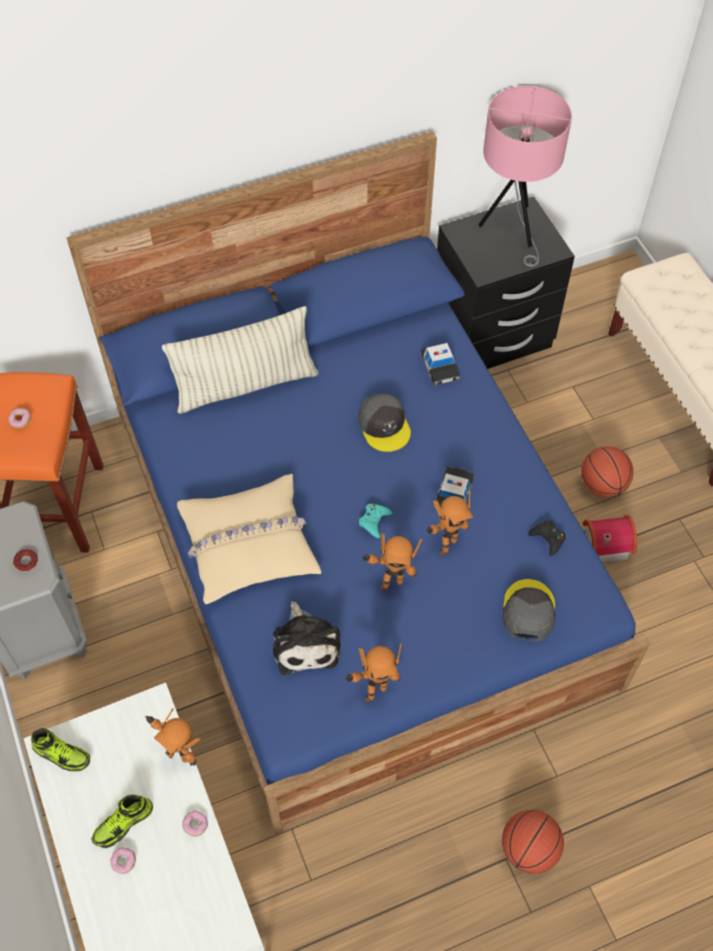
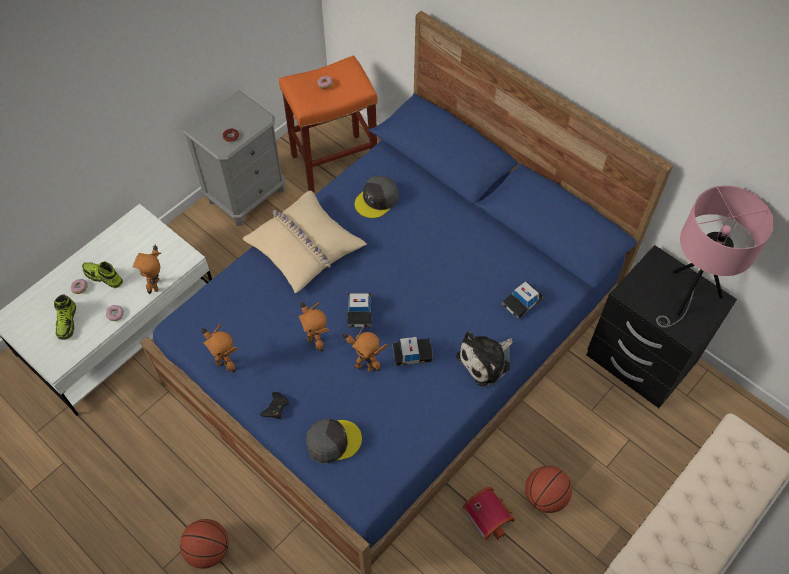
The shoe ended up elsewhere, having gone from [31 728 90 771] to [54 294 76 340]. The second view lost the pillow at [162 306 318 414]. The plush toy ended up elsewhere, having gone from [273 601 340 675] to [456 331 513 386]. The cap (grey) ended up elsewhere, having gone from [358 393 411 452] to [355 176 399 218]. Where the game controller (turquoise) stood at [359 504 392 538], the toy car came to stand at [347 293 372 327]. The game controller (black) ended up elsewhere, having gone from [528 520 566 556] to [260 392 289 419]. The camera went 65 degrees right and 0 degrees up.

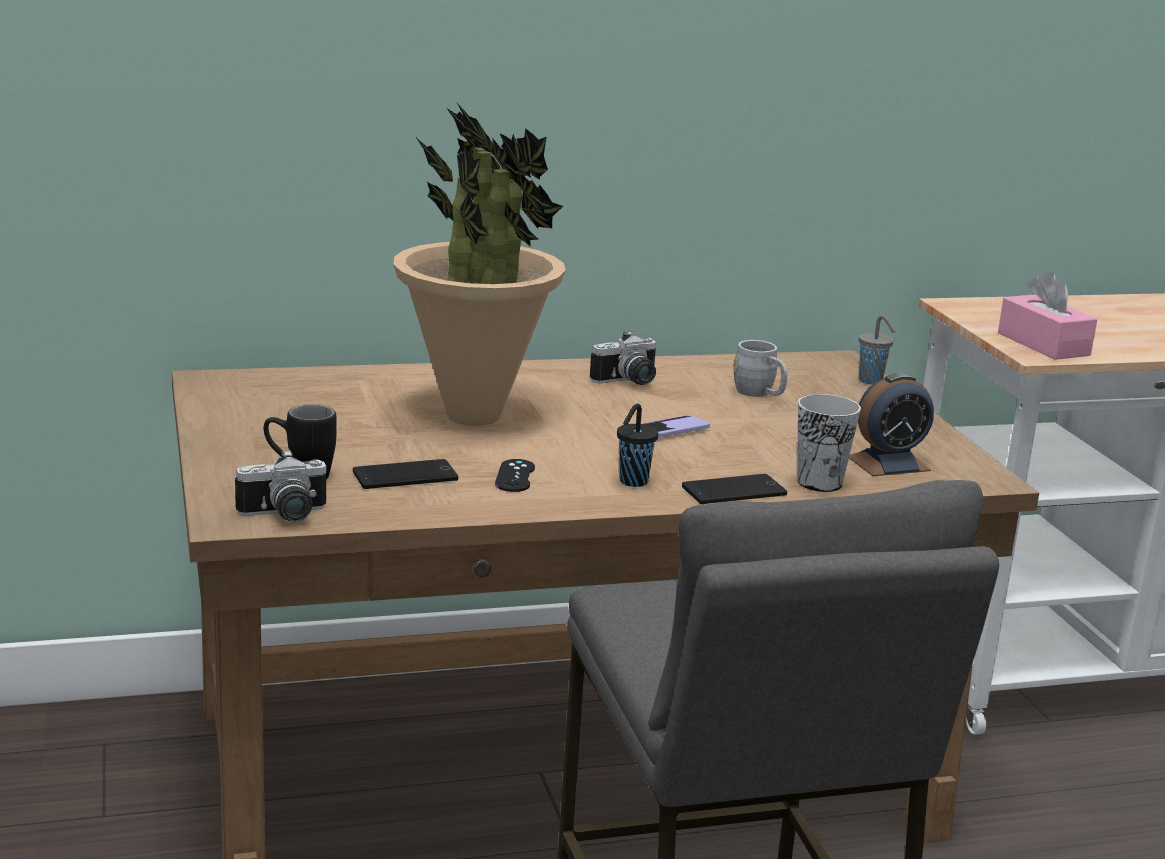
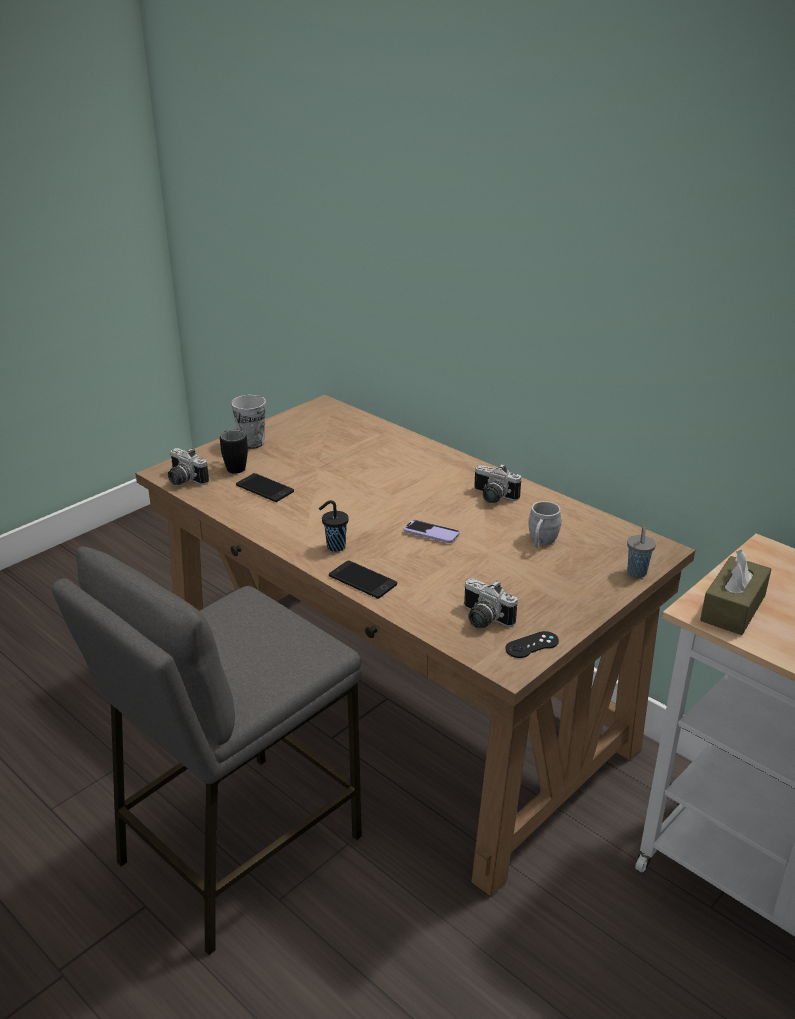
The second view lost the potted plant at [393 103 566 426]. The game controller (black) ended up elsewhere, having gone from [495 459 535 492] to [506 631 559 658]. The cup ended up elsewhere, having gone from [797 394 861 492] to [231 395 266 449]. Where the alarm clock stood at [849 373 934 476], the photo camera came to stand at [464 578 518 628]. What was the tissue box (pink) at [998 272 1097 360] turned into the tissue box (brown) at [700 550 771 635]. The camera went 60 degrees right and 10 degrees up.

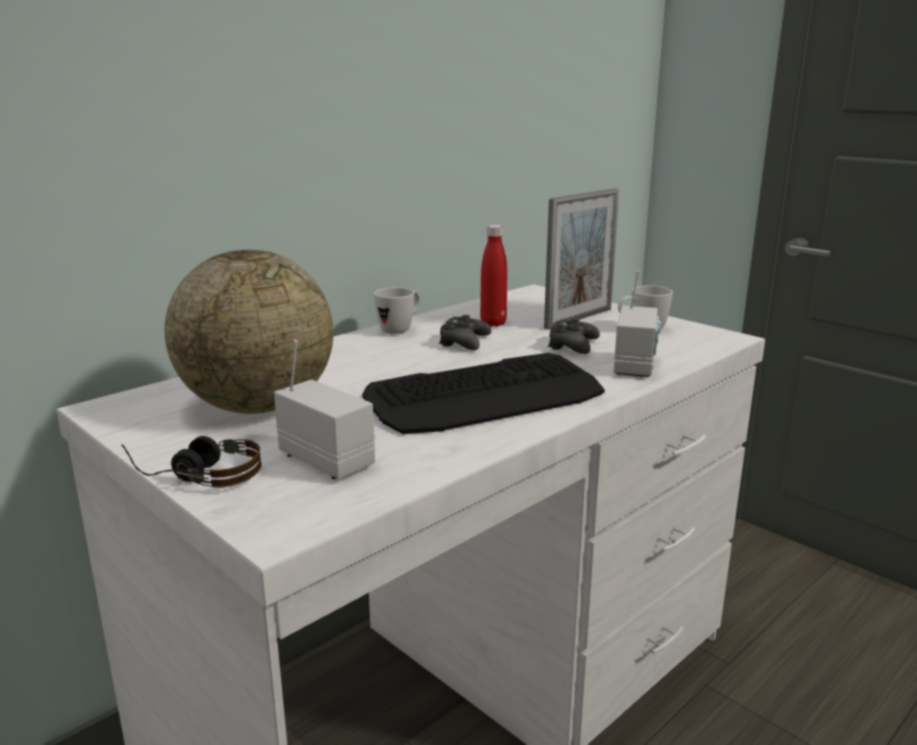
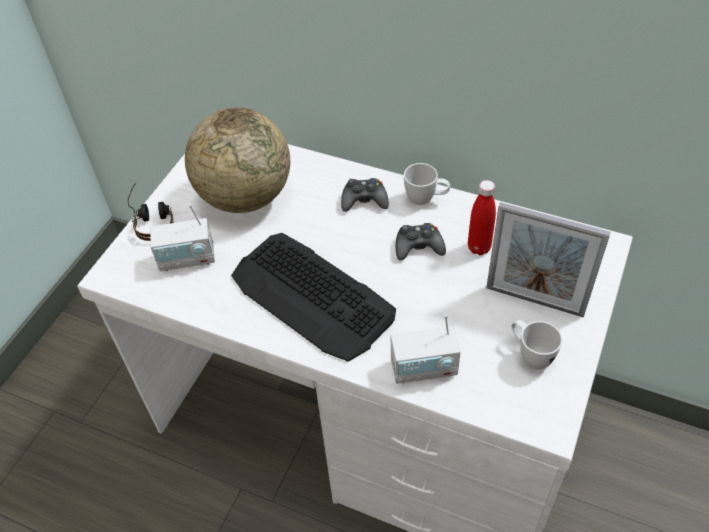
The radio at [274 340 375 479] ended up facing another way, 60 degrees clockwise from before. The game controller (black) ended up elsewhere, having gone from [548 318 600 354] to [341 178 389 212]. The camera went 70 degrees right and 30 degrees up.

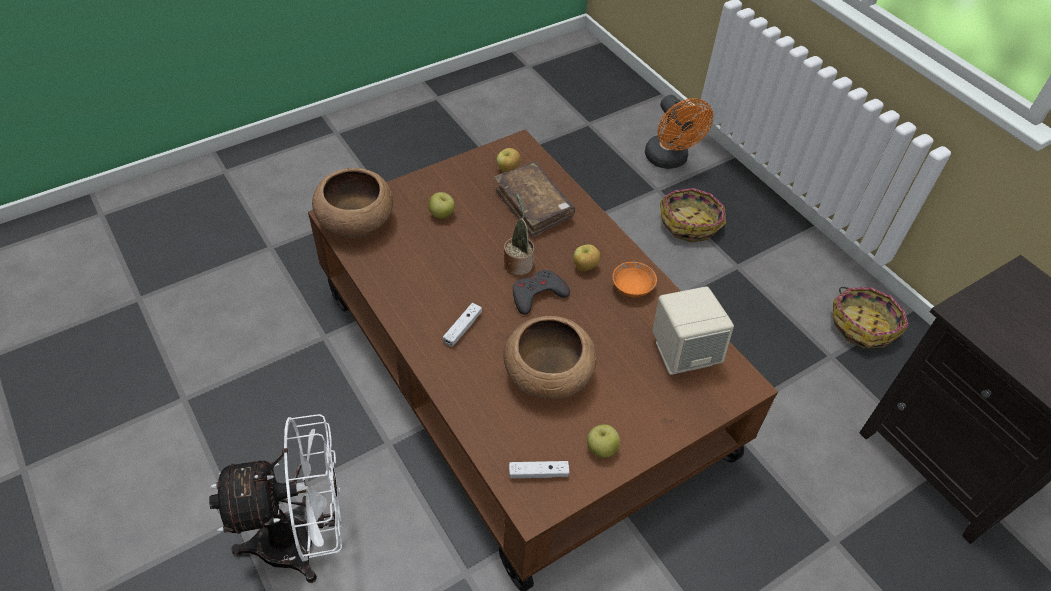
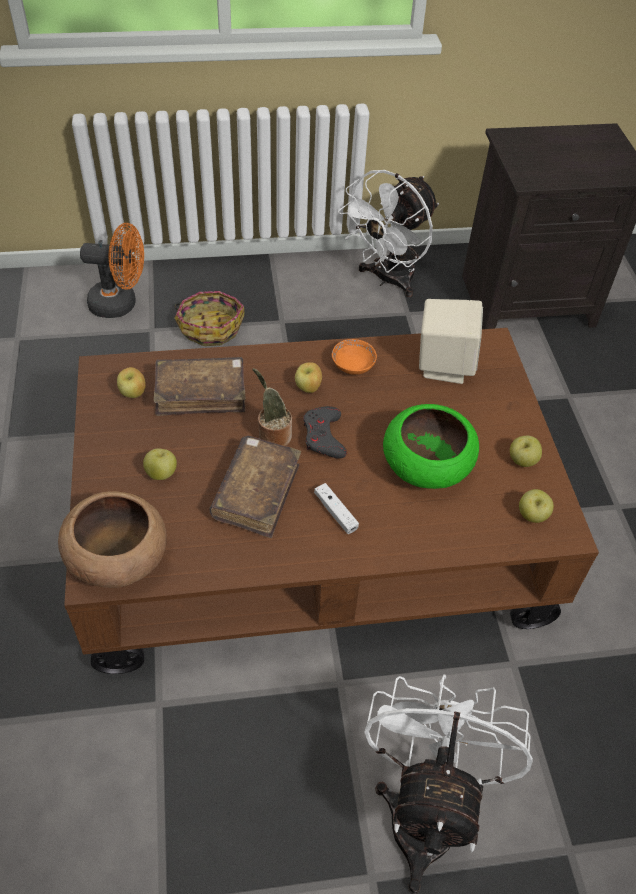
What was the bowl (brown) at [503 316 597 399] turned into the bowl (green) at [383 404 479 489]. Where the game controller (white) stood at [509 461 569 478], the apple came to stand at [519 489 554 523]. Where the basket stood at [833 287 909 348], the fan (white) came to stand at [338 170 439 297]. The second view gained the book (brown) at [209 436 301 538]. The camera went 65 degrees left and 0 degrees up.

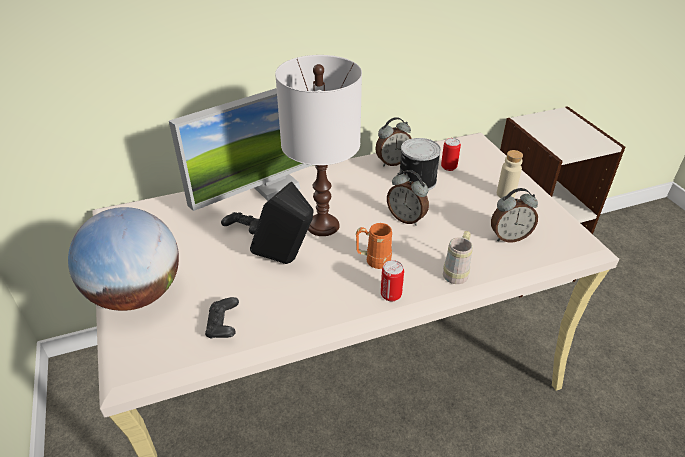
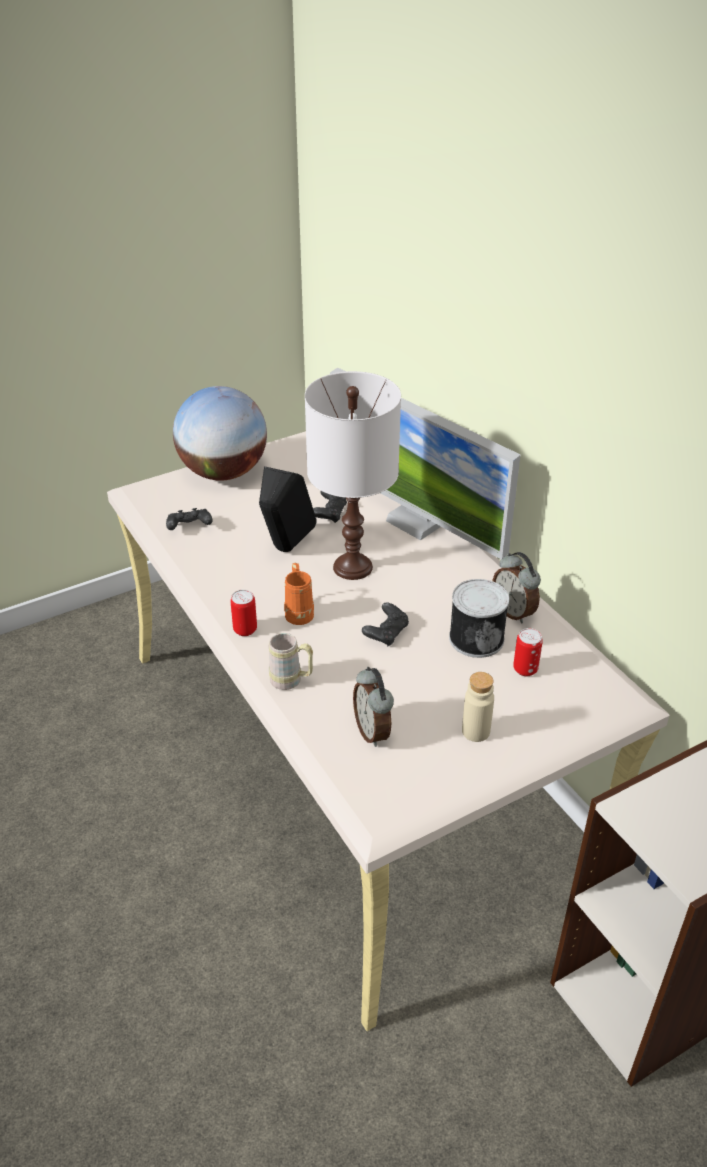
Where the alarm clock stood at [387 170 429 226], the game controller (black) came to stand at [362 602 409 646]. The camera went 80 degrees right and 0 degrees up.

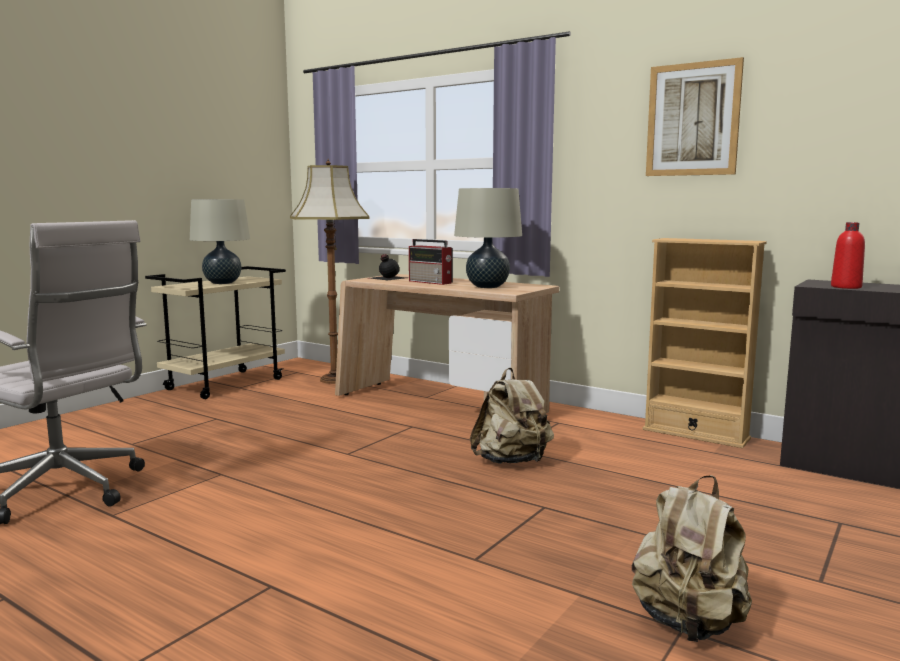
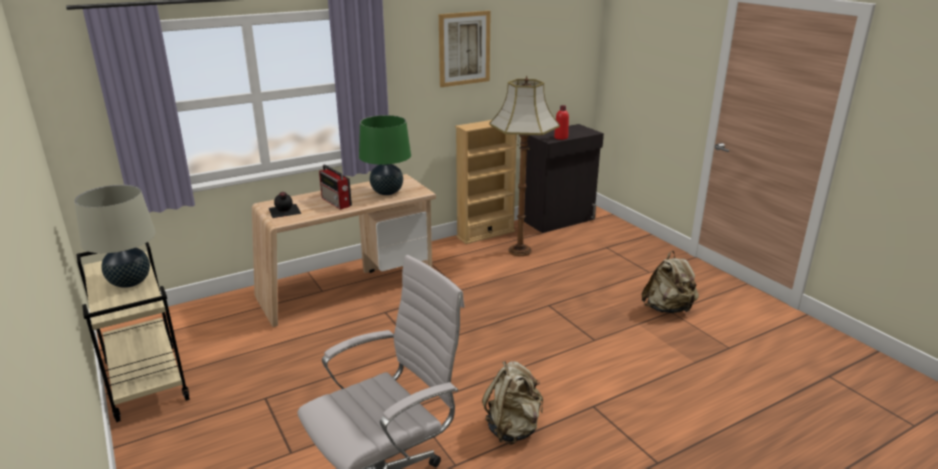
The floor lamp ended up elsewhere, having gone from [290 159 370 384] to [489 76 560 256]. The radio at [409 239 453 285] ended up facing another way, 75 degrees clockwise from before. What was the table lamp (beige) at [454 188 522 288] turned into the table lamp (green) at [359 115 411 195]. The backpack (beige) ended up elsewhere, having gone from [470 368 554 464] to [482 361 543 445]. The camera went 65 degrees left and 15 degrees up.

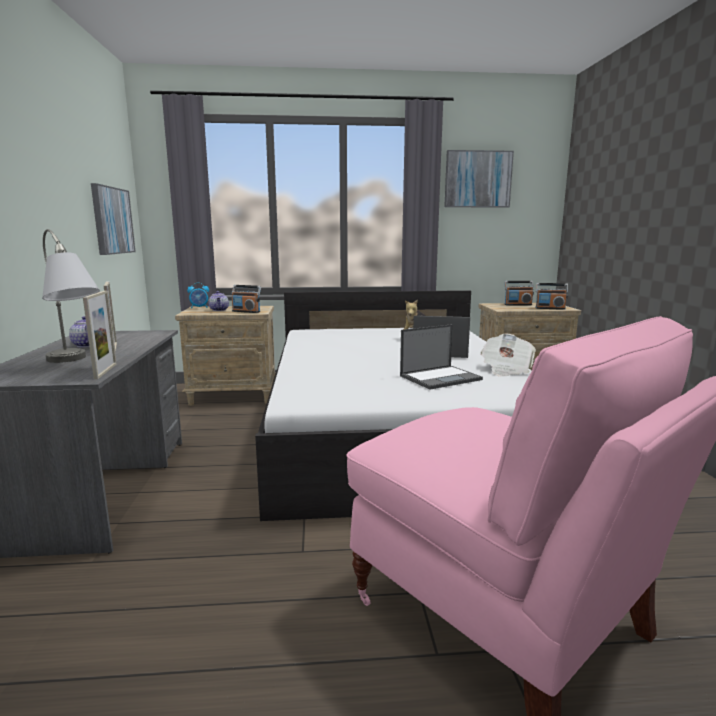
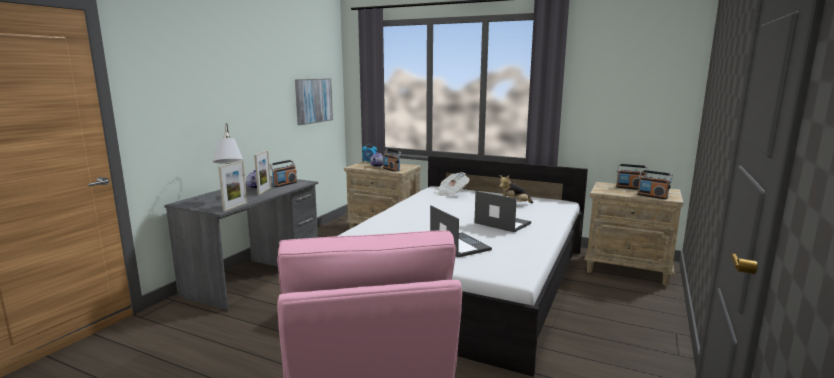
The laptop at [400 324 483 389] ended up facing another way, 120 degrees counterclockwise from before. The second view lost the picture at [444 150 514 208]. The newspaper ended up elsewhere, having gone from [481 334 536 377] to [436 172 470 196]. The second view gained the radio at [269 160 297 187]. The camera went 30 degrees right and 0 degrees up.

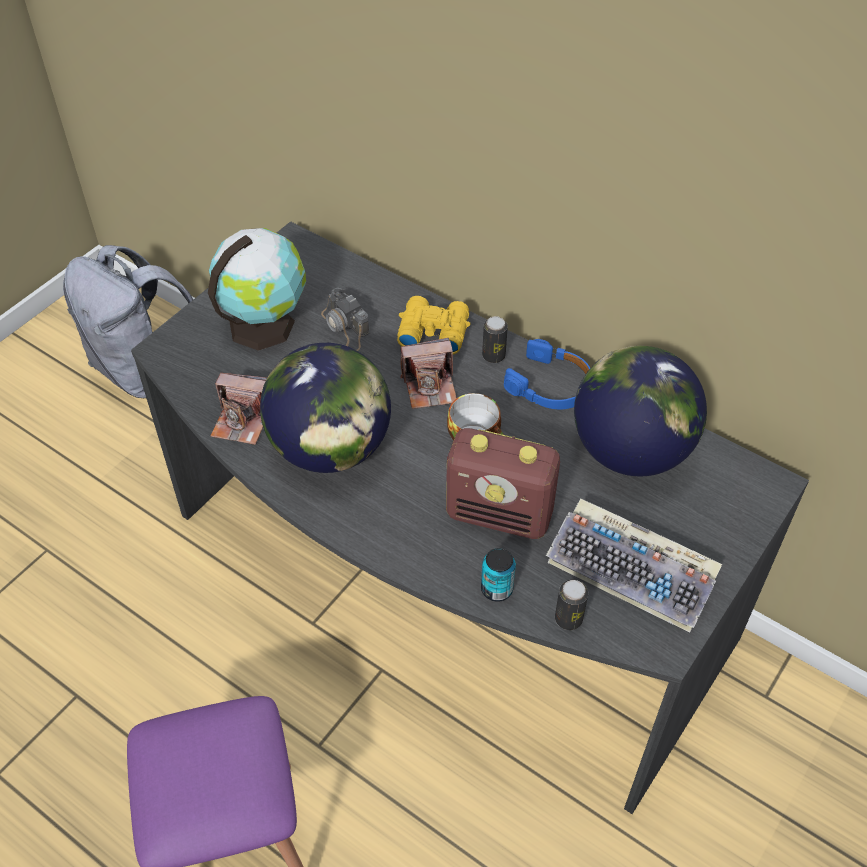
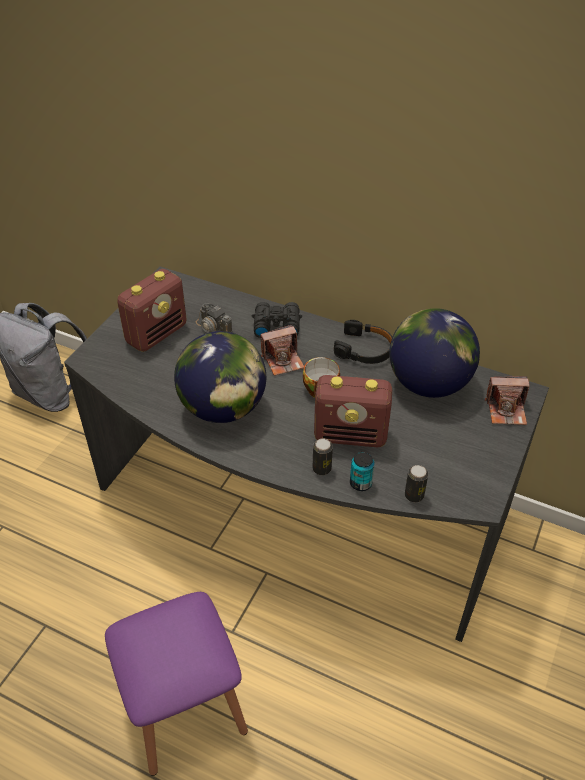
Where the globe stood at [208 228 306 351], the radio came to stand at [117 269 186 352]. The photo camera ended up elsewhere, having gone from [210 373 267 445] to [485 376 530 425]. What was the binoculars (yellow) at [397 296 471 354] turned into the binoculars (black) at [252 302 302 338]. The can ended up elsewhere, having gone from [482 316 508 363] to [312 438 333 475]. What was the headphones (blue) at [504 339 590 409] turned into the headphones (black) at [334 320 392 364]. The second view lost the keyboard at [546 498 722 632]. The camera went 10 degrees left and 5 degrees down.

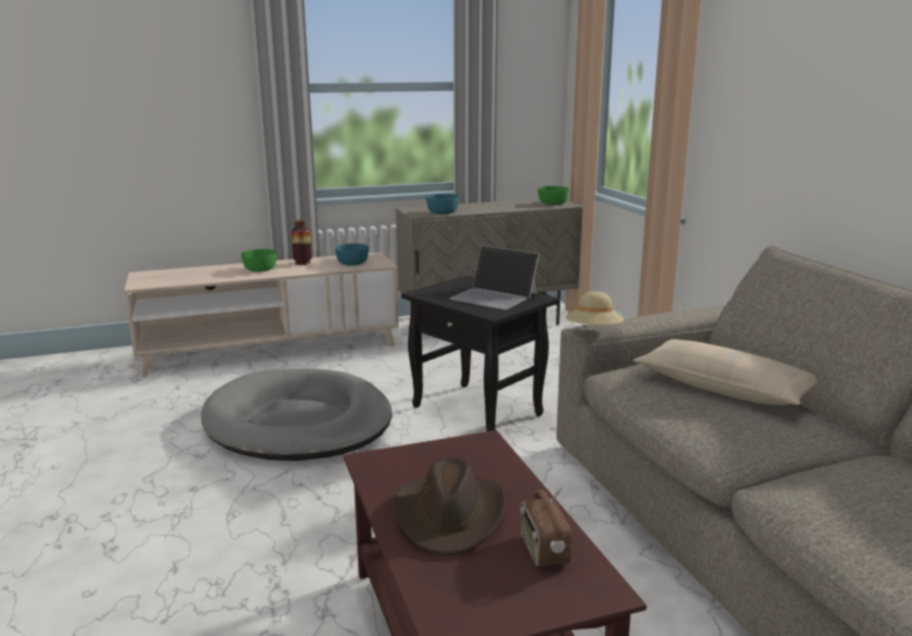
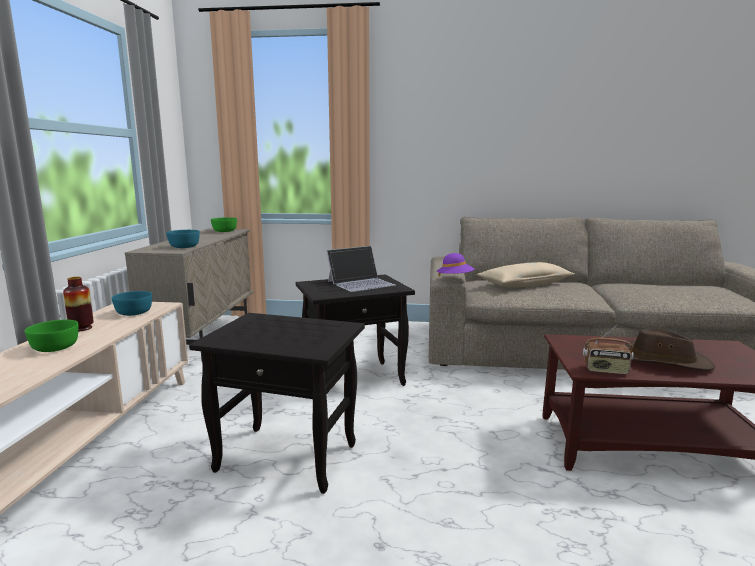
Where the dog bed (grey) stood at [201 368 392 461], the side table (black) came to stand at [189 313 365 494]. The radio ended up elsewhere, having gone from [521 487 572 567] to [583 324 634 374]. What was the hat (beige) at [566 291 624 325] turned into the hat (purple) at [437 253 475 277]. The camera went 65 degrees left and 5 degrees down.

